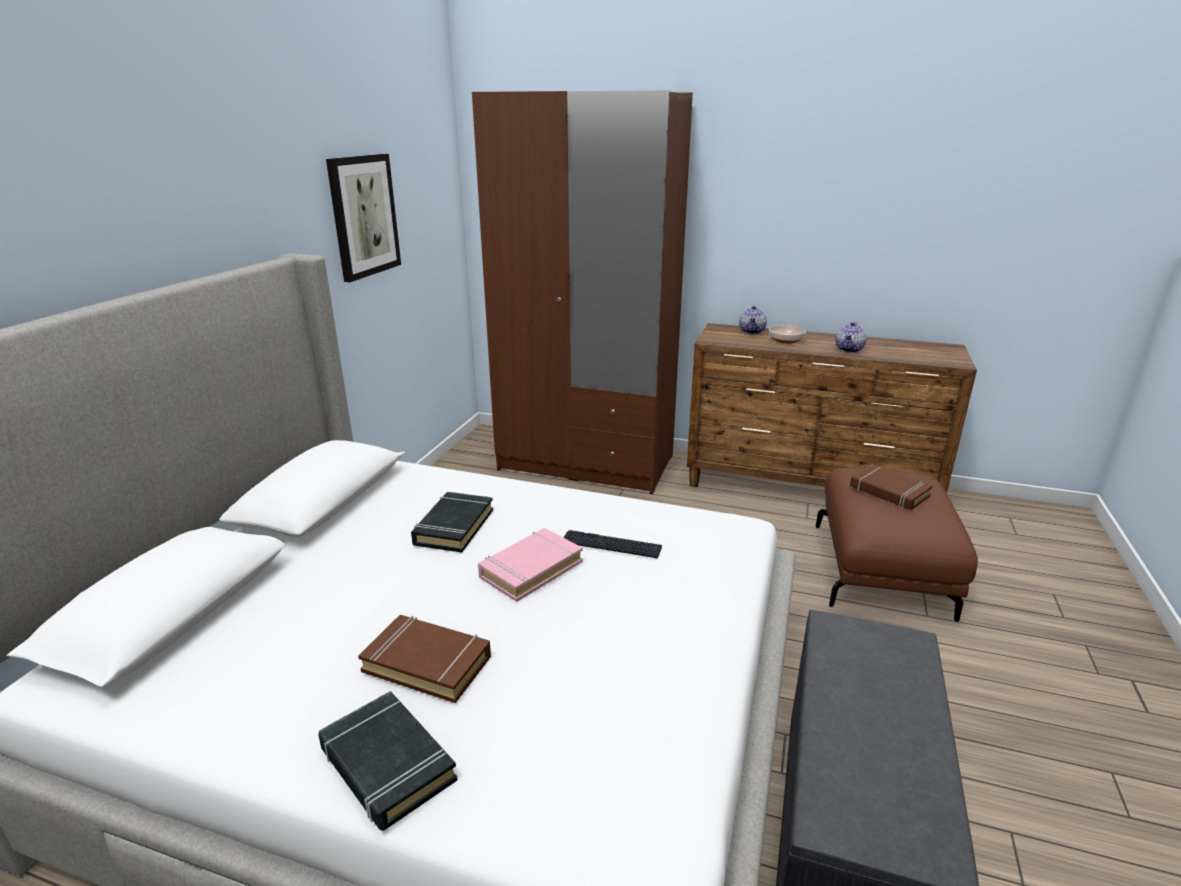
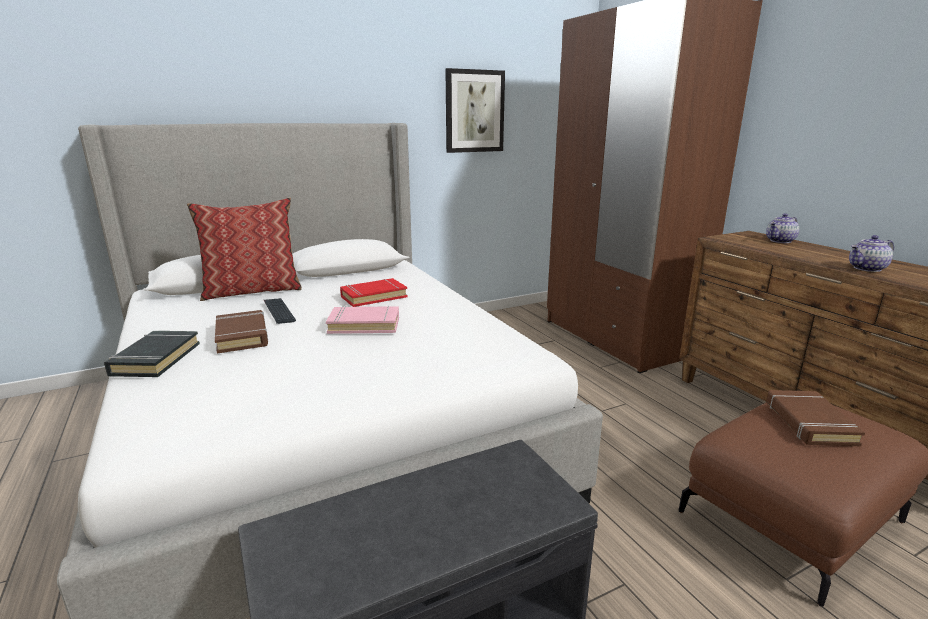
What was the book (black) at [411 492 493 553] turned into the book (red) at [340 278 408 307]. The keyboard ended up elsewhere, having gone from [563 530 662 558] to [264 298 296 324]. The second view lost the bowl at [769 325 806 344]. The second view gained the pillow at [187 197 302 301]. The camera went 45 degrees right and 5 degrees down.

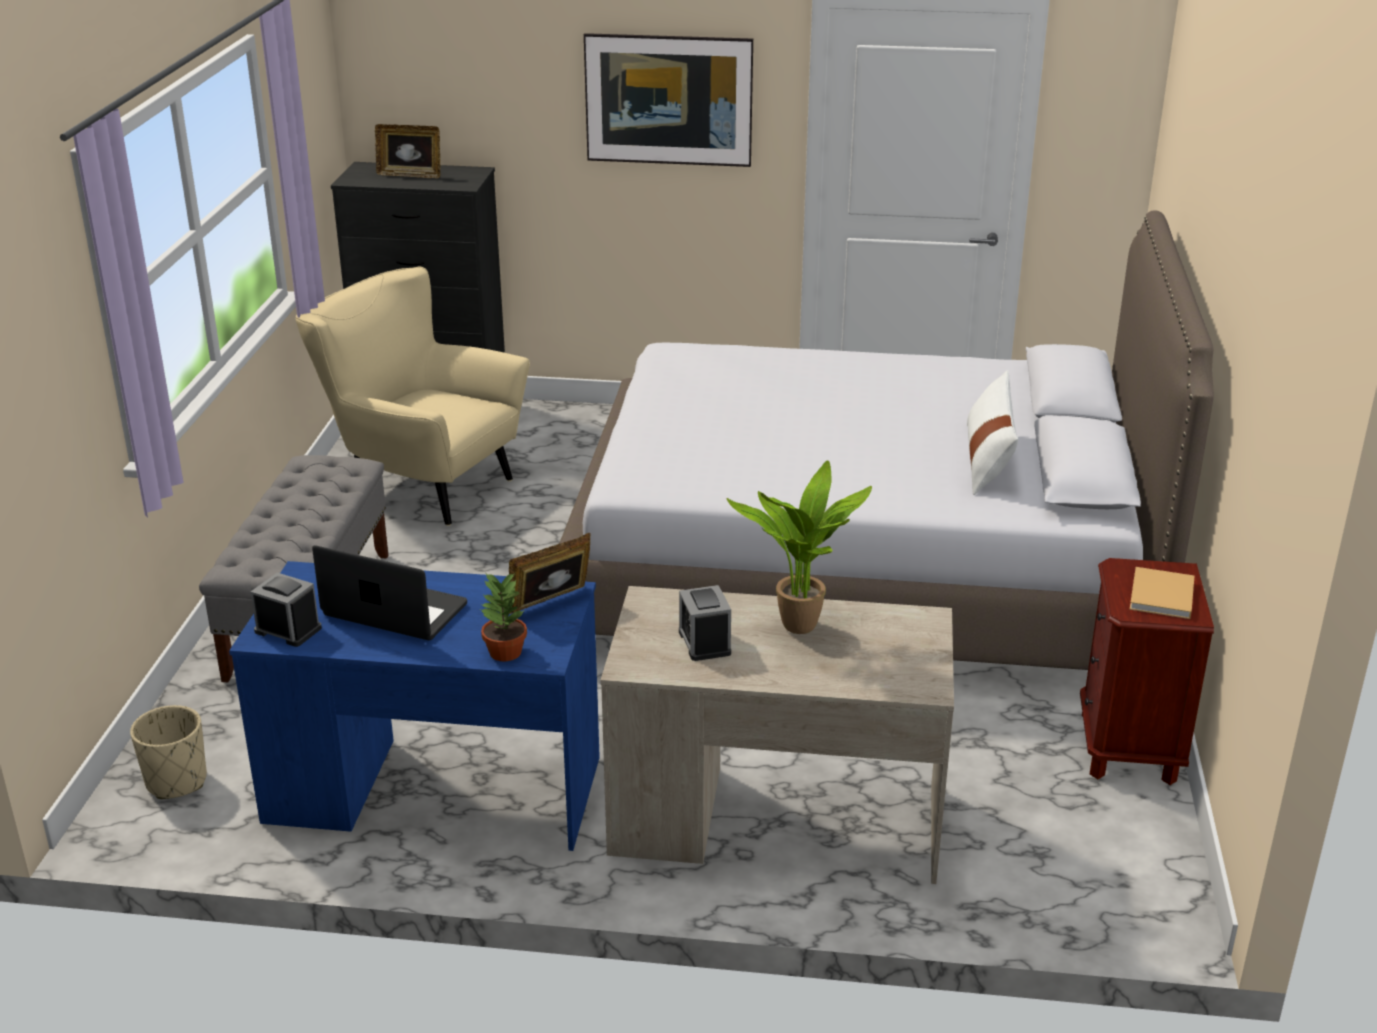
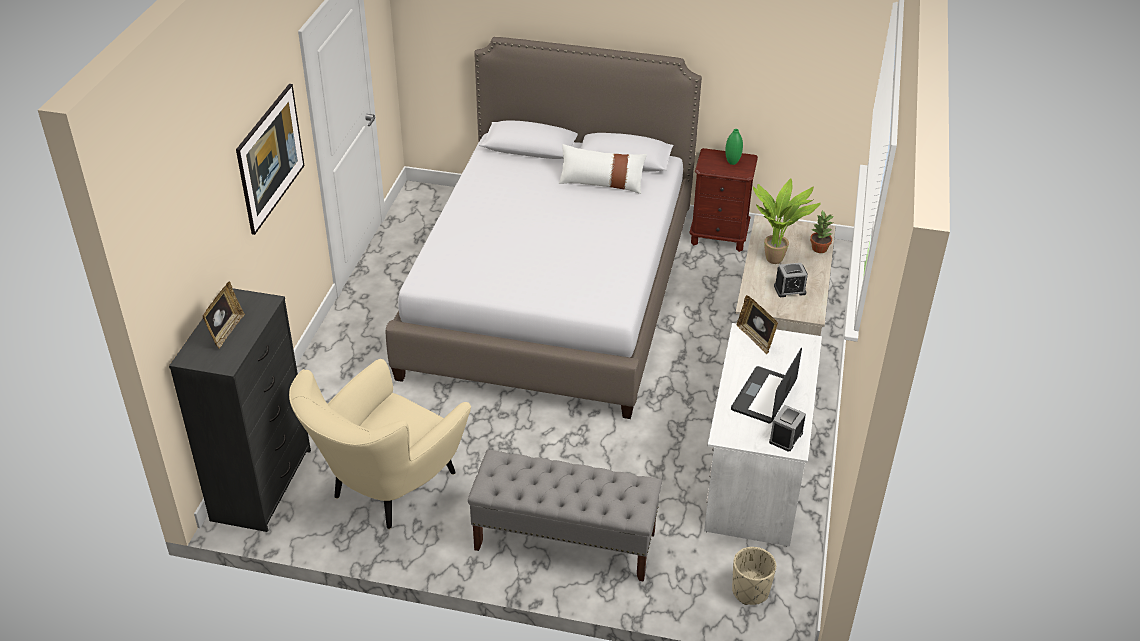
What was the desk (blue) at [229 561 600 851] turned into the desk (white) at [704 323 822 547]. The potted plant ended up elsewhere, having gone from [480 572 527 661] to [810 210 834 253]. Where the book (beige) stood at [1130 567 1194 619], the vase (green) came to stand at [725 129 743 165]. The camera went 85 degrees left and 10 degrees up.

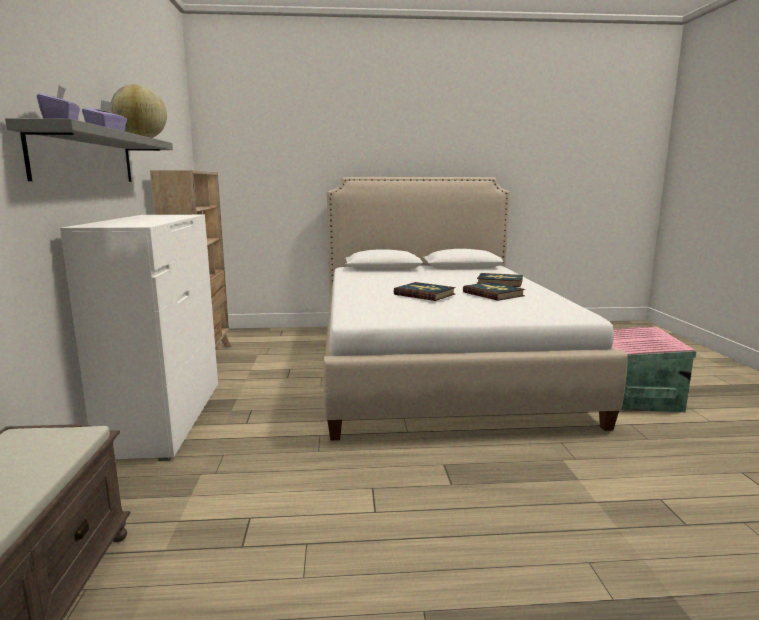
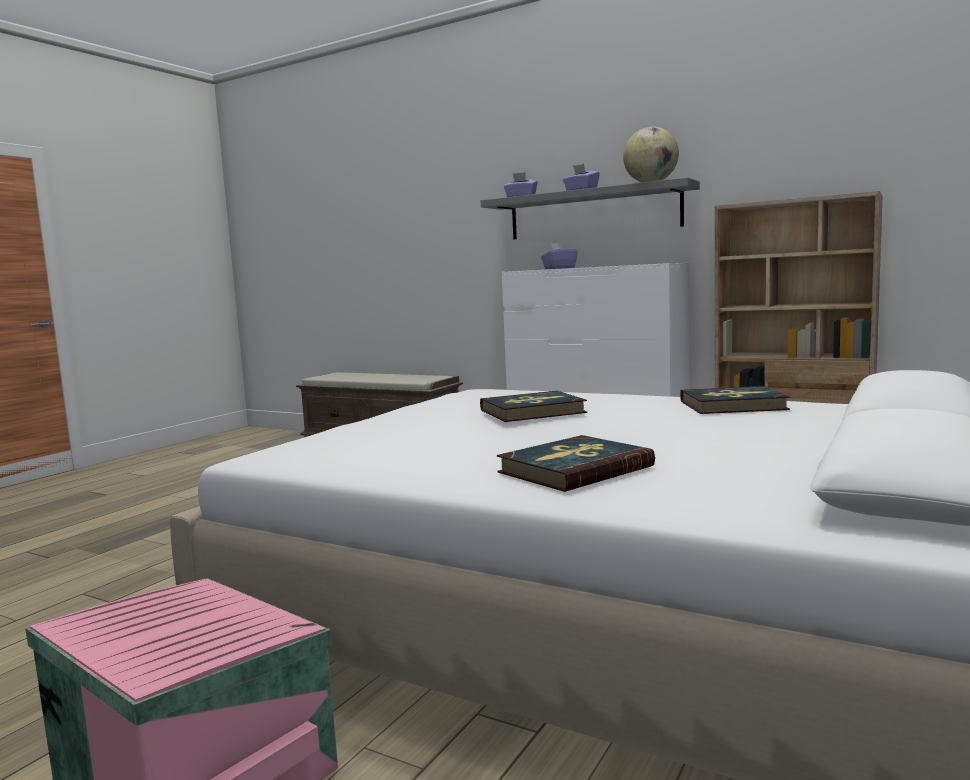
The book ended up elsewhere, having gone from [463 282 525 301] to [680 386 790 414]. The second view gained the tissue box (purple) at [541 243 578 269]. The camera went 125 degrees right and 5 degrees down.

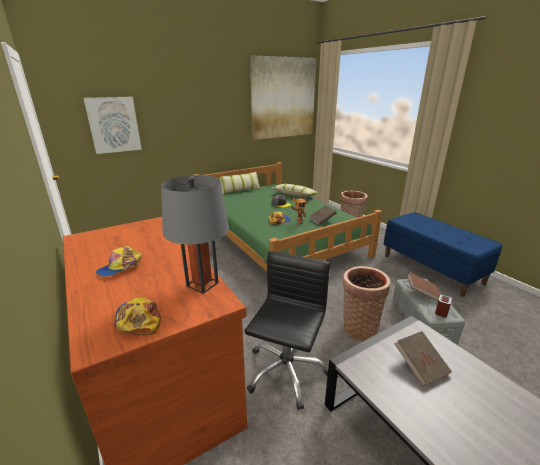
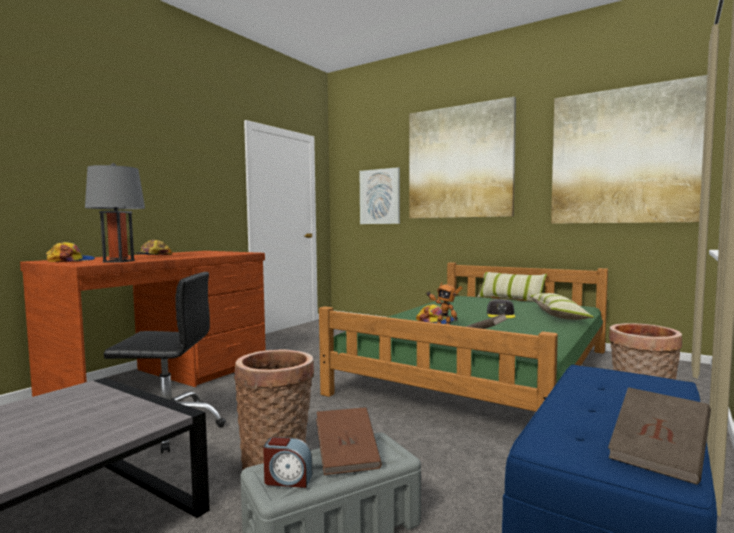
The book (brown) ended up elsewhere, having gone from [394 331 452 387] to [608 387 711 485]. The second view gained the picture at [409 96 516 218]. The camera went 65 degrees right and 20 degrees down.

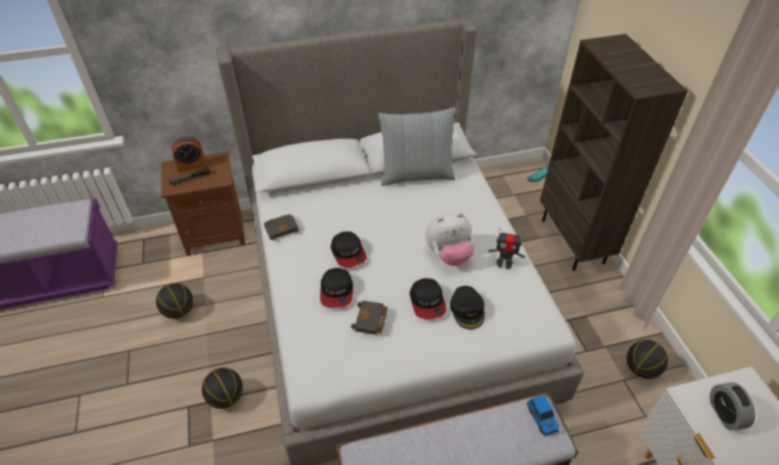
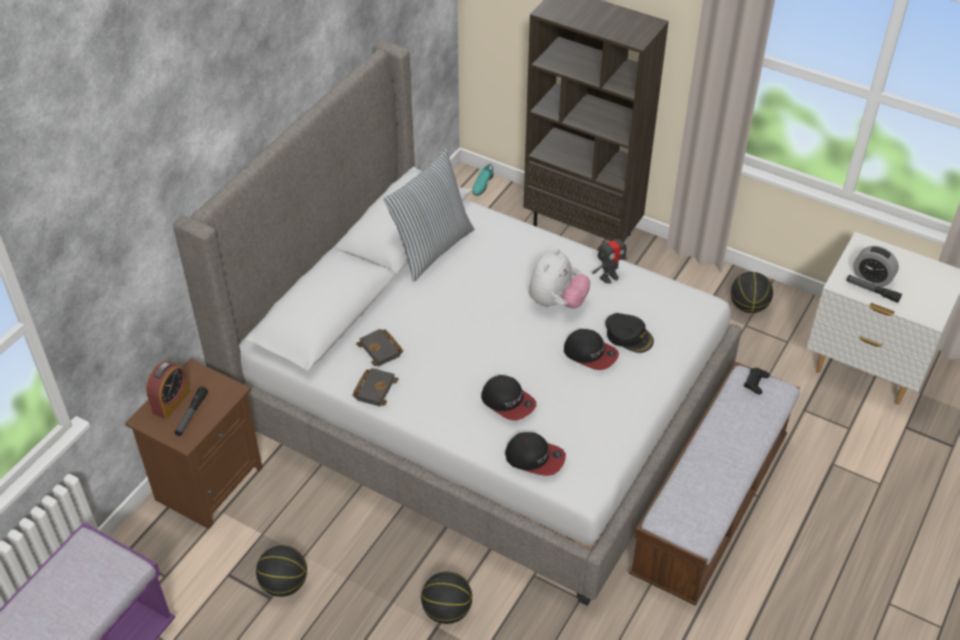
The cap ended up elsewhere, having gone from [331 231 367 268] to [505 432 566 476]. The book (black) ended up elsewhere, having gone from [351 300 388 335] to [356 329 403 366]. Where the toy car stood at [527 394 559 437], the game controller (black) came to stand at [744 368 770 395]. The second view gained the flashlight at [846 275 902 303]. The camera went 45 degrees left and 0 degrees up.

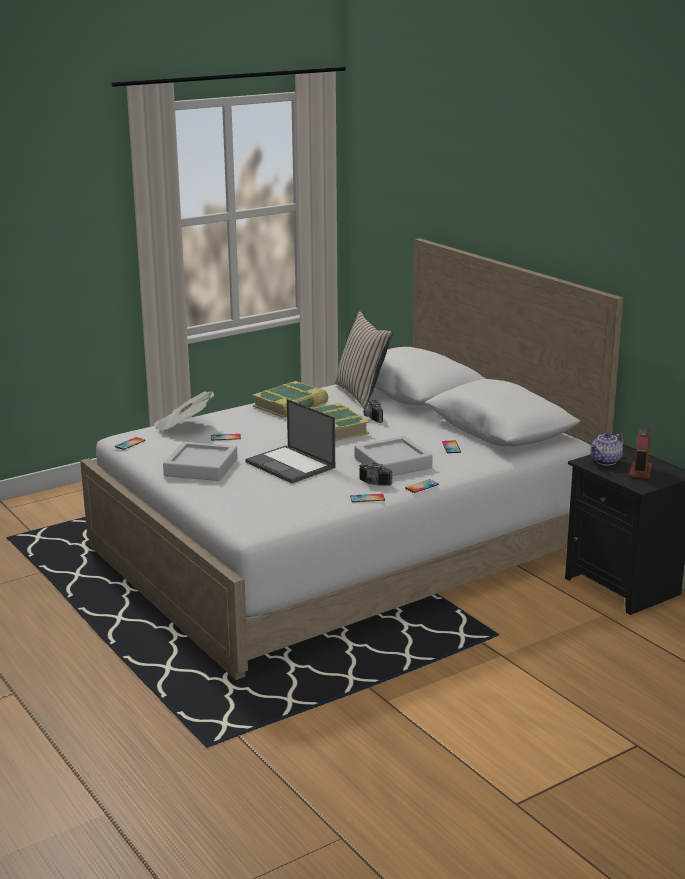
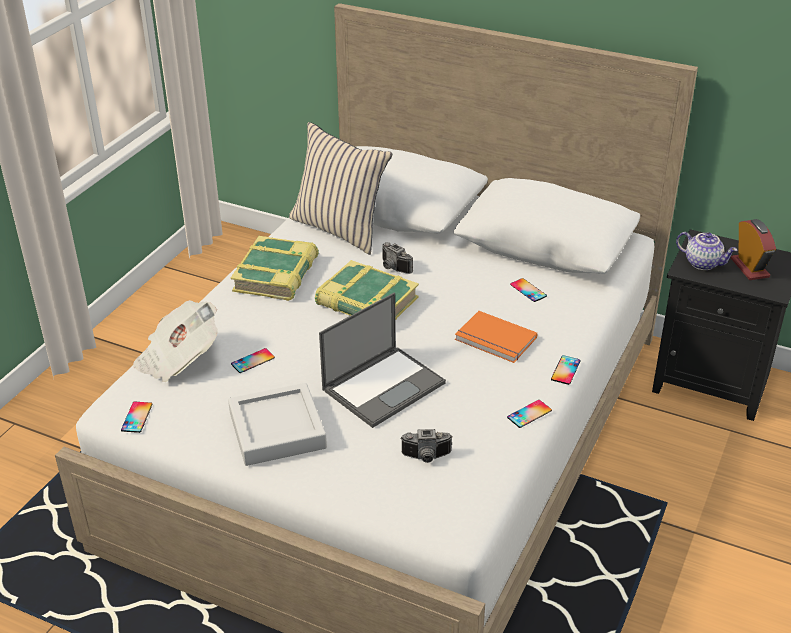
The laptop at [245 399 335 483] ended up facing another way, 60 degrees counterclockwise from before. Where the tray (grey) stood at [355 436 433 476], the book (orange) came to stand at [455 311 537 363]. The photo camera ended up elsewhere, having gone from [359 462 393 486] to [400 429 453 463]. The teapot at [590 432 624 466] ended up facing another way, 75 degrees counterclockwise from before. The camera went 30 degrees left and 15 degrees up.

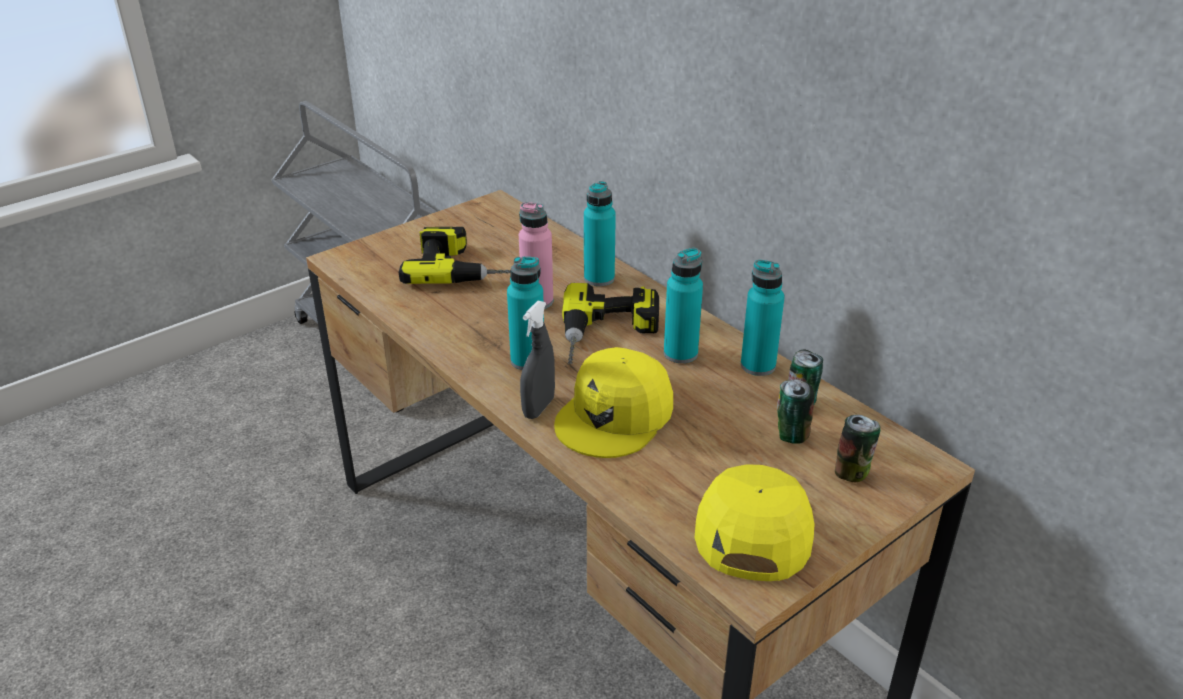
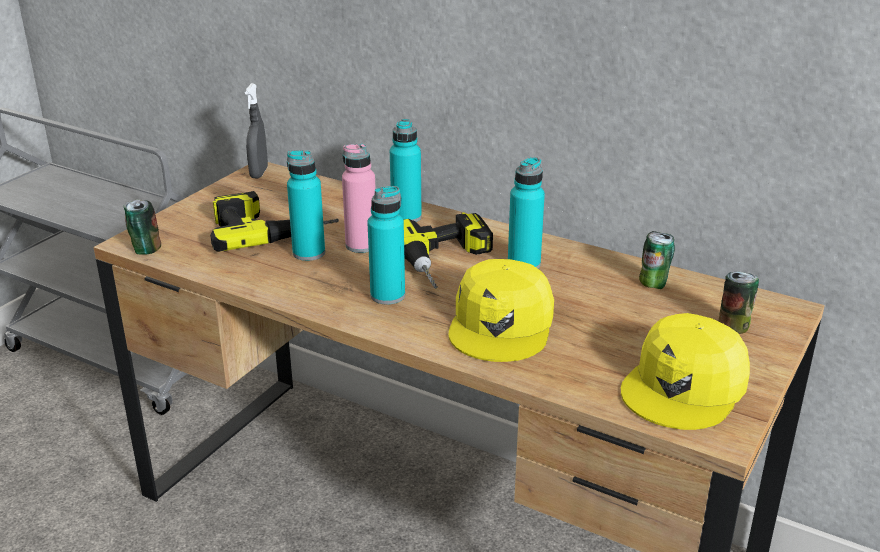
The spray bottle (grey) ended up elsewhere, having gone from [520 301 555 419] to [245 83 268 178]. The cap (yellow) at [695 464 814 581] ended up facing another way, 135 degrees counterclockwise from before. The bottle (turquoise) ended up elsewhere, having gone from [741 260 785 376] to [287 150 325 261]. The can ended up elsewhere, having gone from [777 379 814 444] to [123 199 161 255]. The camera went 20 degrees left and 5 degrees down.

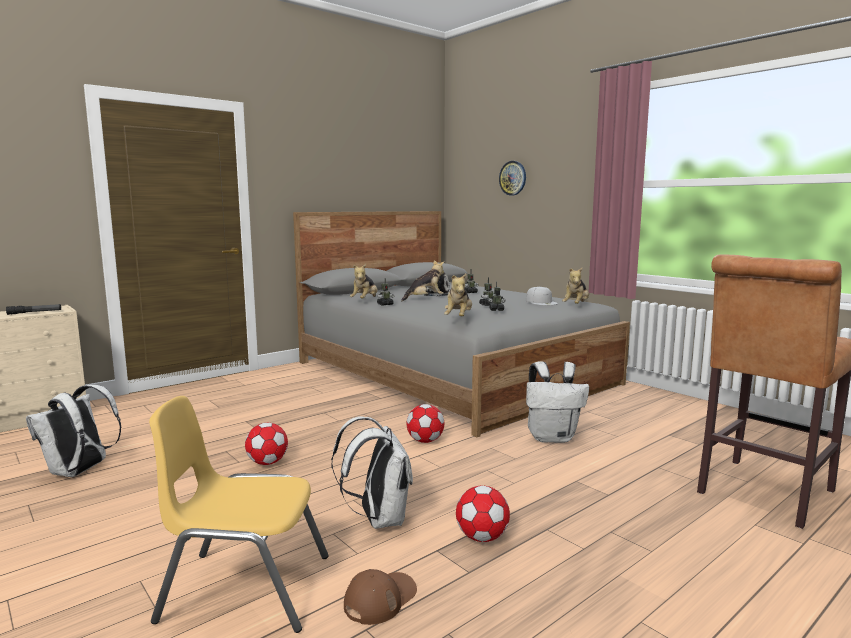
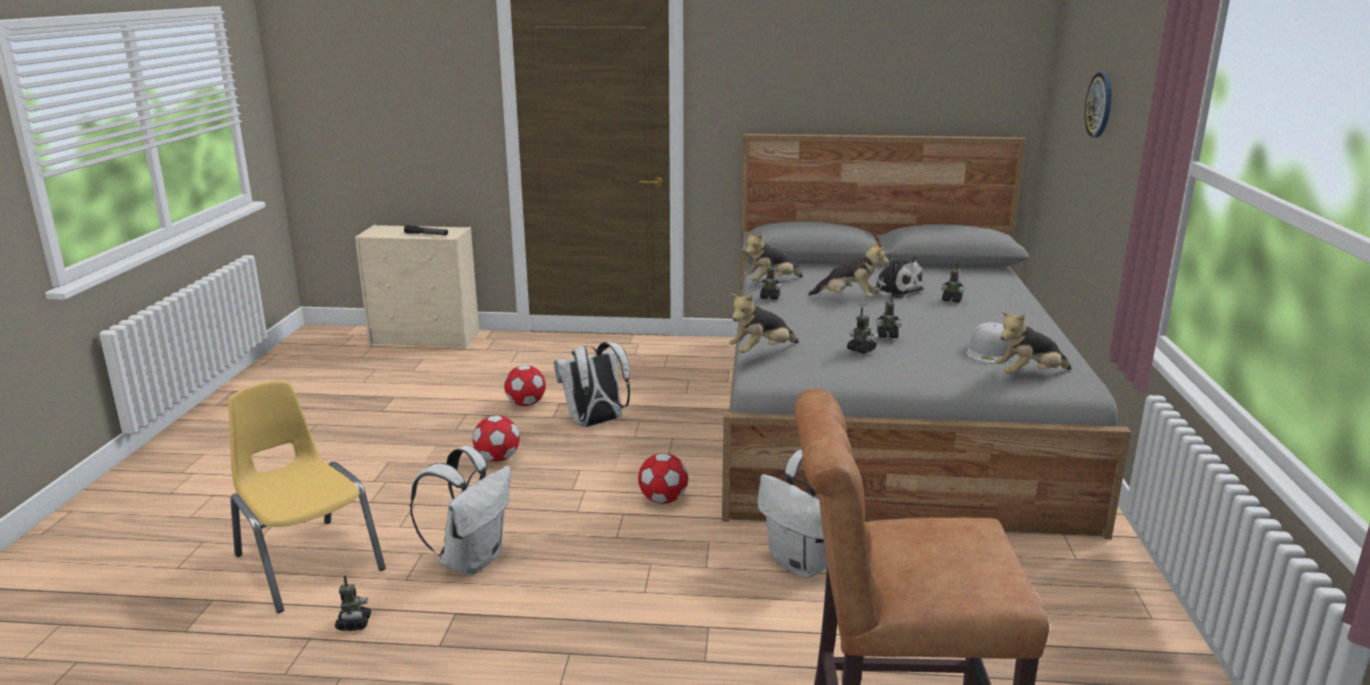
The backpack (white) ended up elsewhere, having gone from [26 385 122 477] to [554 342 630 427]. Where the cap (brown) stood at [344 569 417 625], the toy robot came to stand at [335 576 371 631]. The football ended up elsewhere, having gone from [456 485 510 542] to [504 365 546 406]. The camera went 45 degrees right and 10 degrees up.

